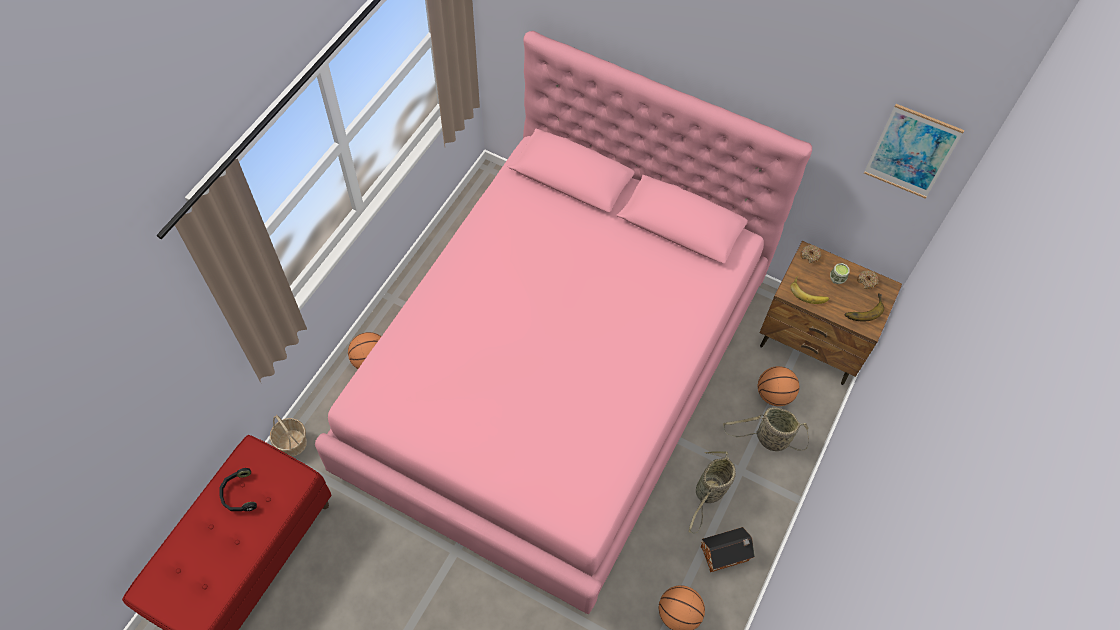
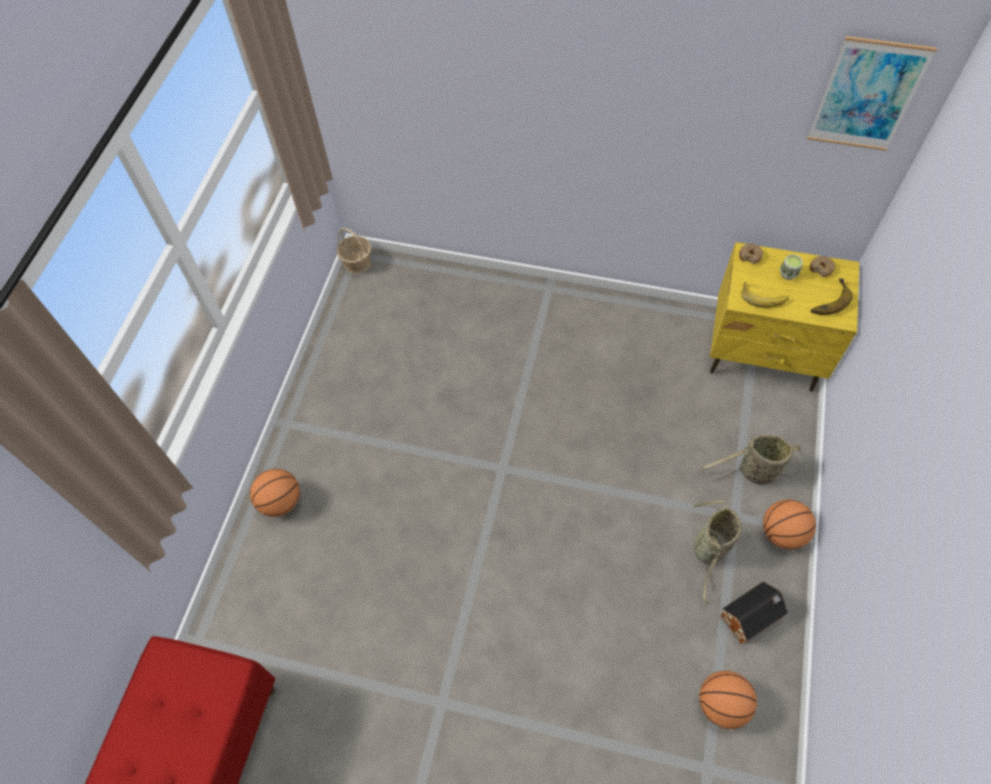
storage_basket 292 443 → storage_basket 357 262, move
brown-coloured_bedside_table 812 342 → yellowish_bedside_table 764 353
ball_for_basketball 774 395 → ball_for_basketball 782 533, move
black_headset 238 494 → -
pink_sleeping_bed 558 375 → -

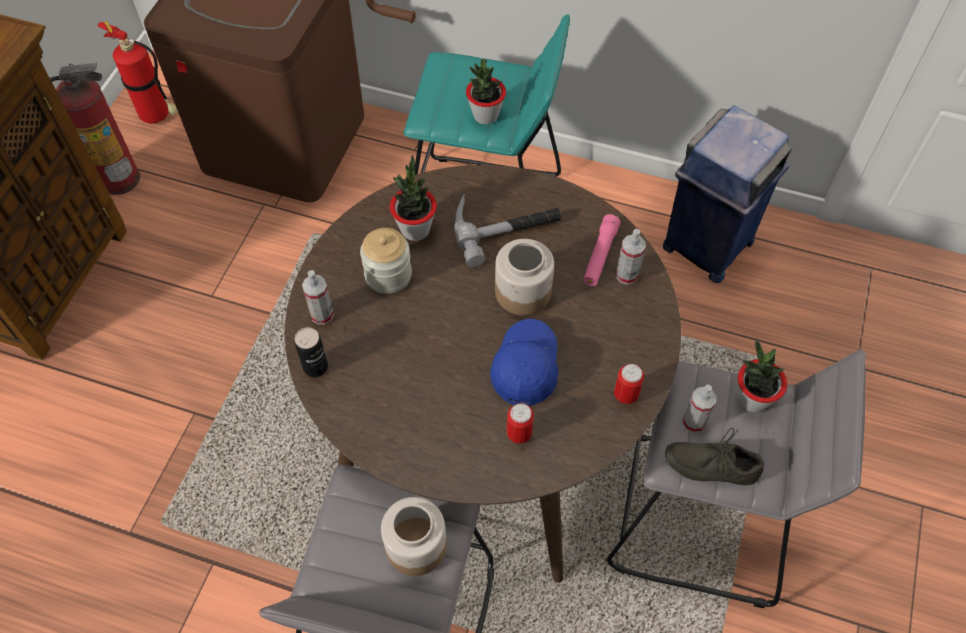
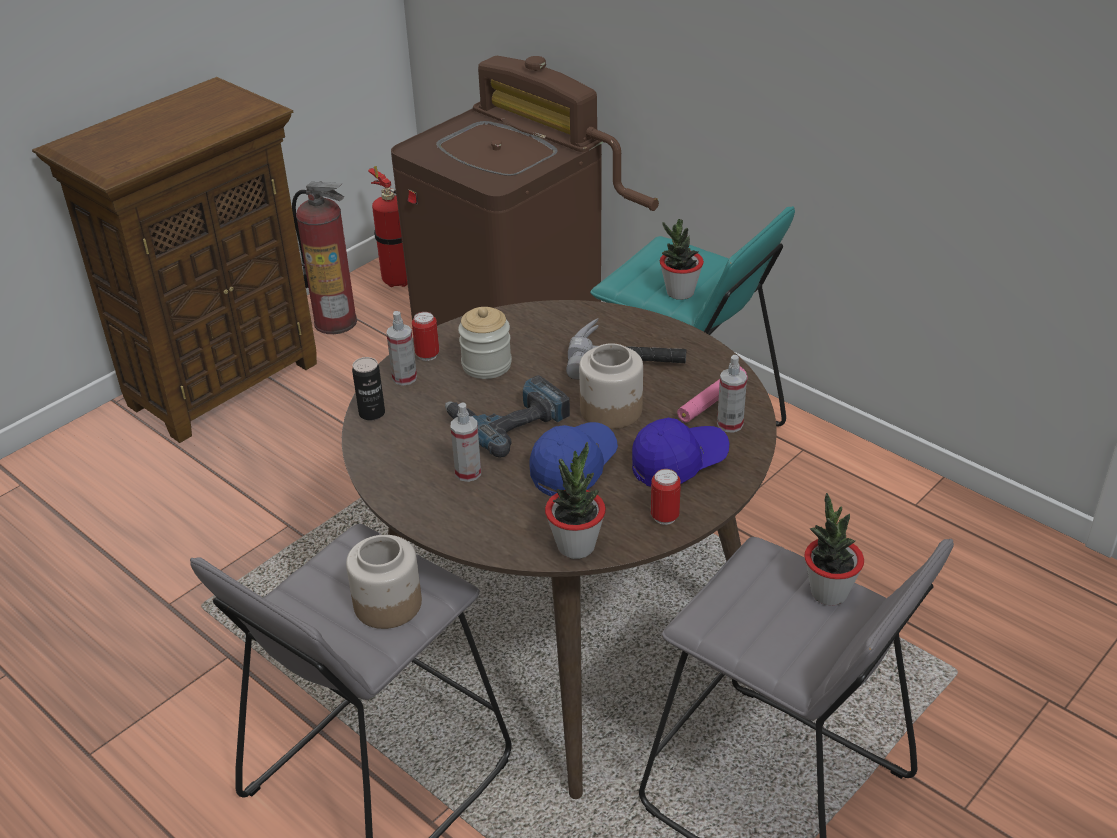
metal_can 519 434 → metal_can 427 355, move
- → electric_drill 508 421
sprayer 693 422 → sprayer 468 473, move
potted_plant 415 229 → potted_plant 576 546, move
- → blue_baseball_cap 678 463
blue_waste_bin 706 245 → -
grey_low_shoe 711 463 → -

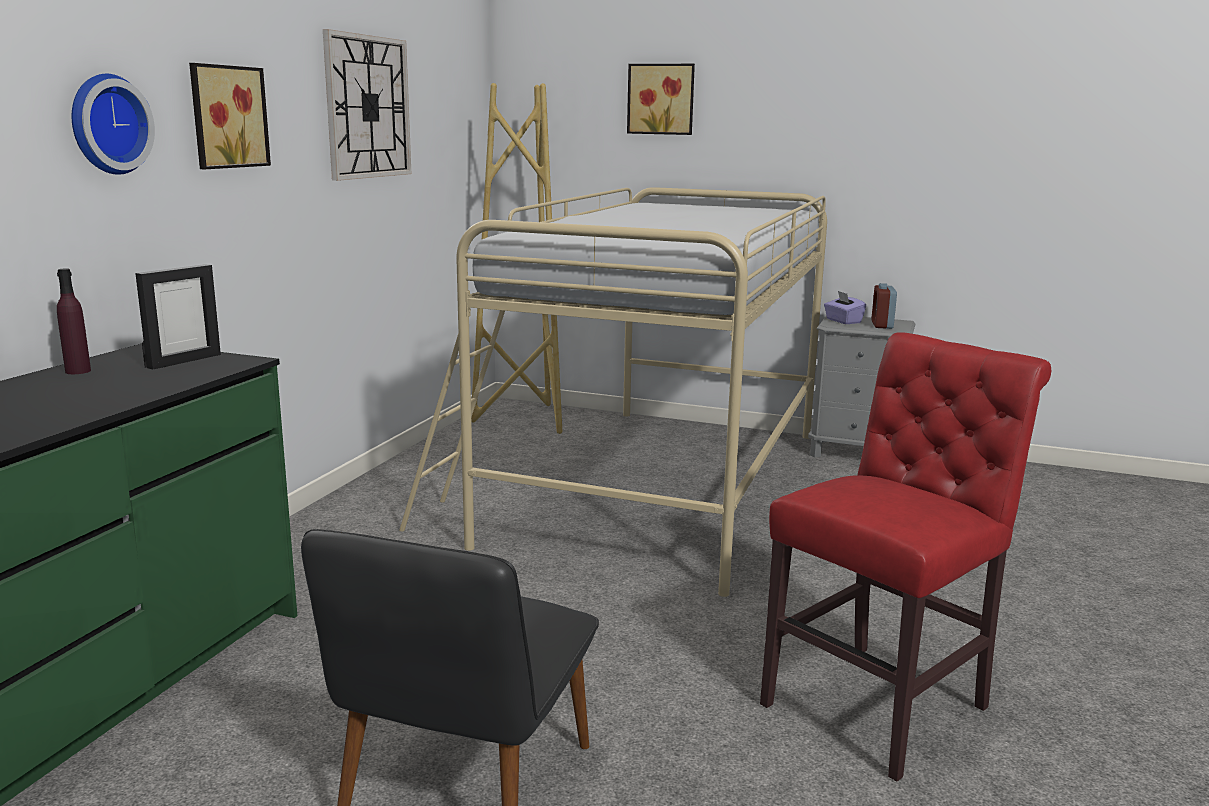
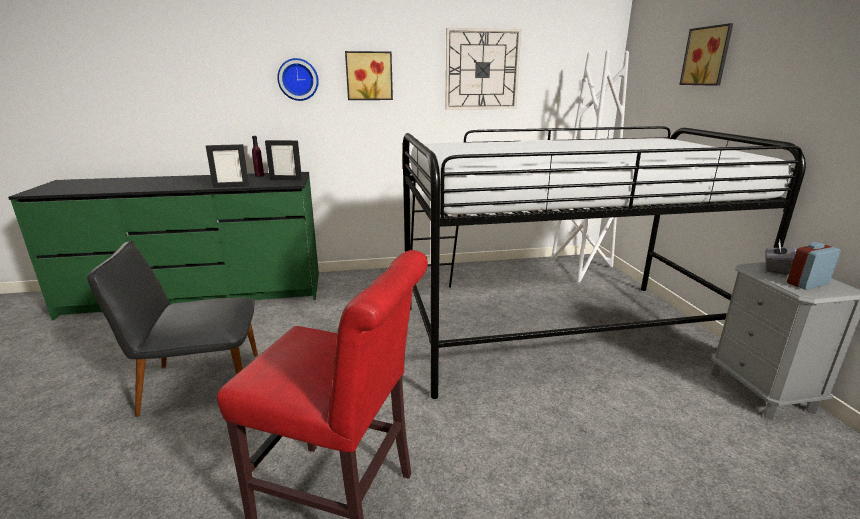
- → photo_frame 231 186
beige-coloured_sleeping_bed 657 486 → black_sleeping_bed 554 331
yellowish_garment_stand 527 420 → white-coloured_garment_stand 580 270
purplish_box_of_tissues 843 321 → grey_box_of_tissues 775 269

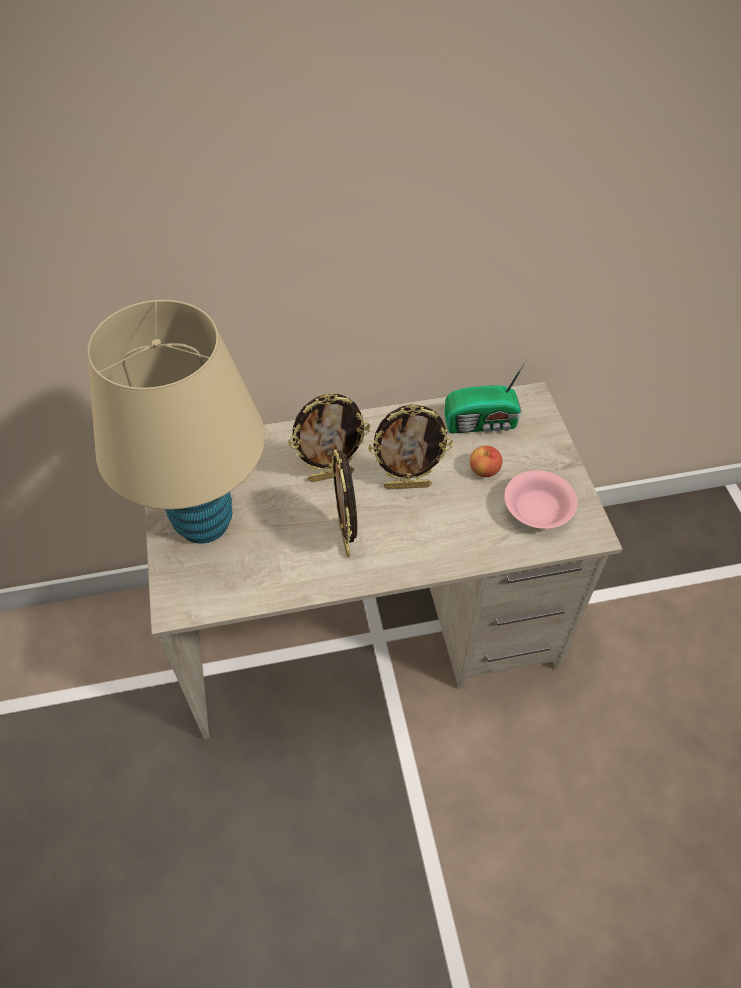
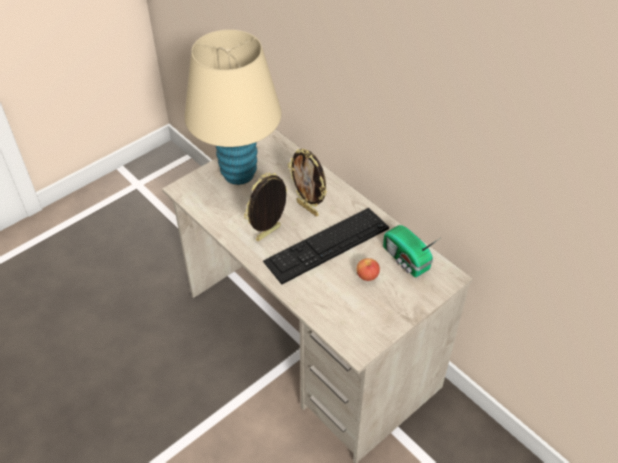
photo_frame 407 485 → keyboard 327 244
pink_deep_dish 538 510 → -

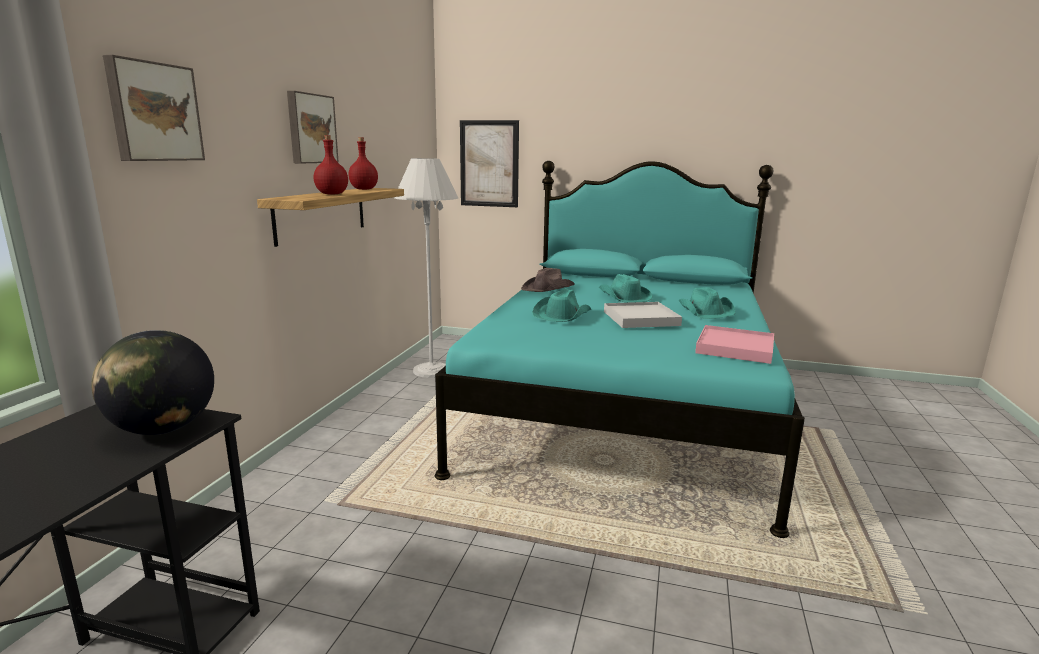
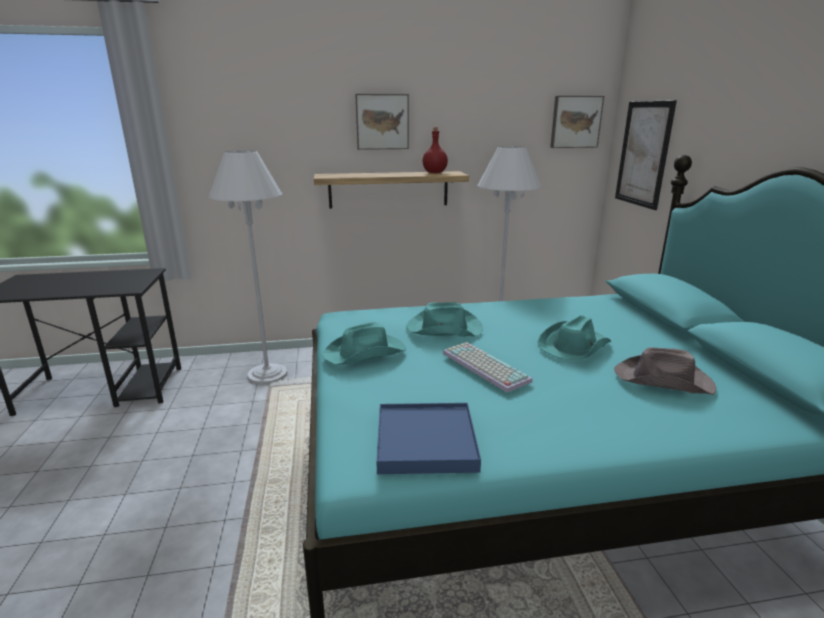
- → white-coloured_floor_lamp 267 374
blue-green_wearable_hat 706 311 → blue-green_wearable_hat 365 353, move
pink_carrying_tray 734 348 → blue_carrying_tray 426 441
white-coloured_carrying_tray 640 318 → keyboard 482 367
wall_picture 154 112 → wall_picture 575 122, move
brown-coloured_wearable_hat 548 288 → brown-coloured_wearable_hat 664 380, move
world_globe 164 429 → -
reddish_drink_bottle 331 194 → -

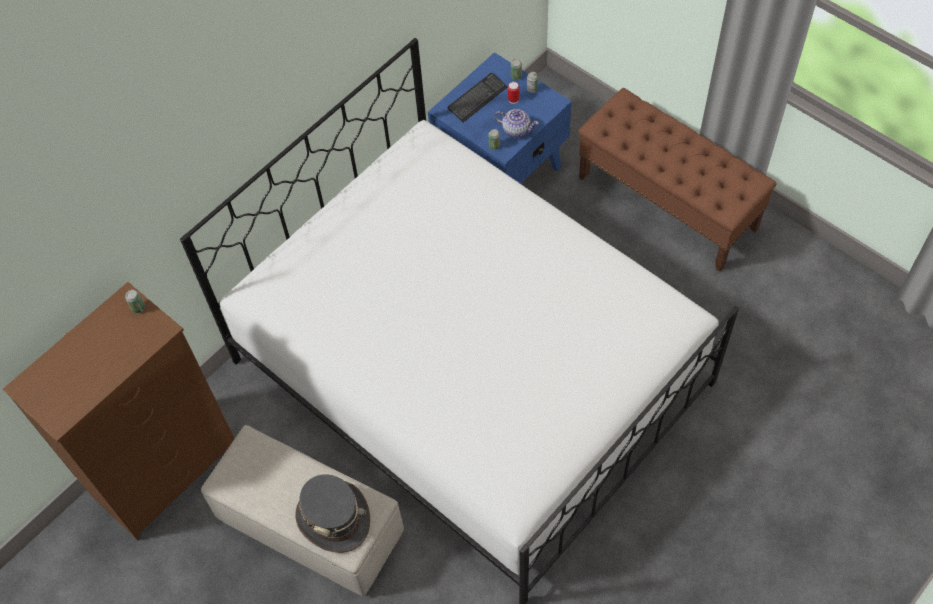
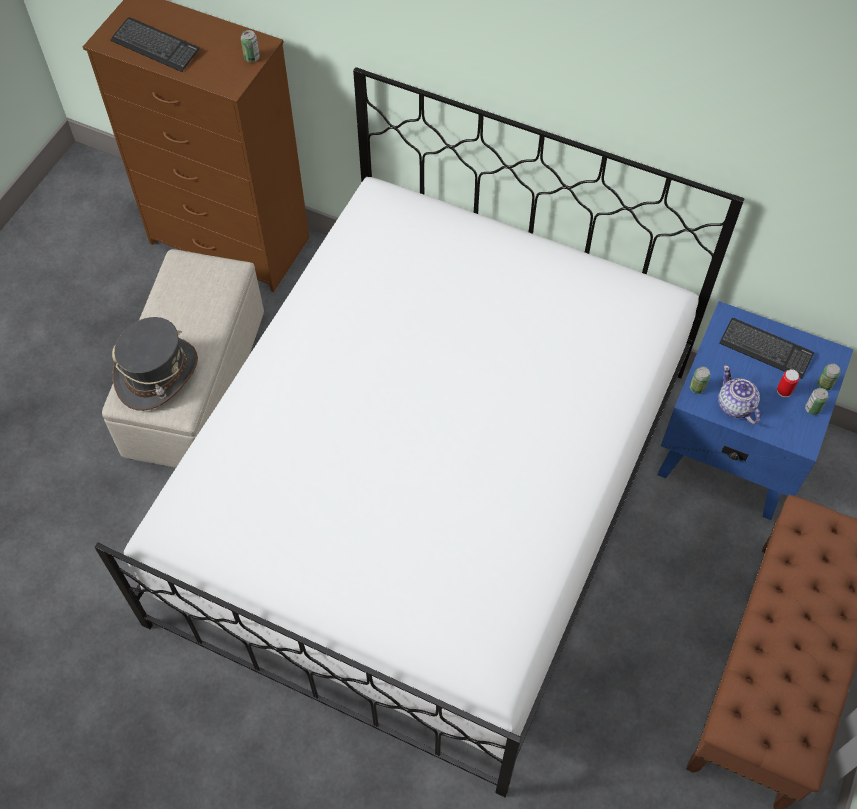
- → keyboard 155 46
pot_for_tea 516 129 → pot_for_tea 735 406, 150 degrees clockwise

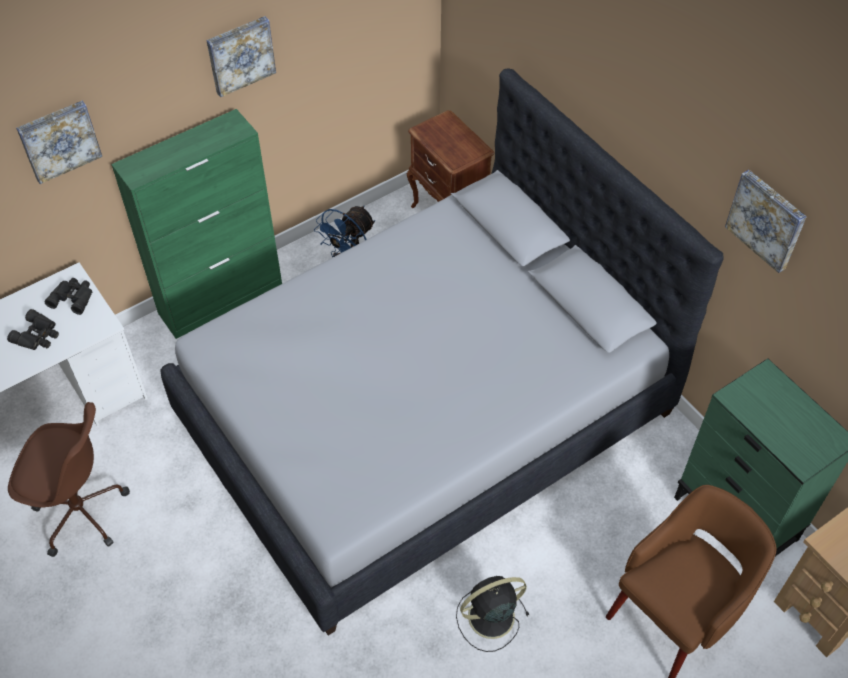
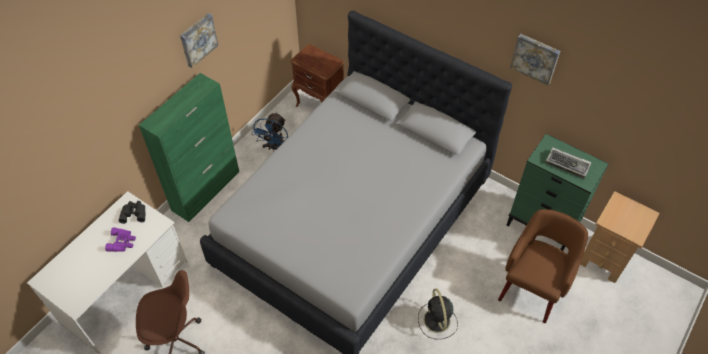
black_pair_of_binoculars 38 335 → purplish_pair_of_binoculars 122 242
black_fan 489 617 → black_fan 437 321, 60 degrees counterclockwise
- → keyboard 568 164
wall_picture 59 140 → -

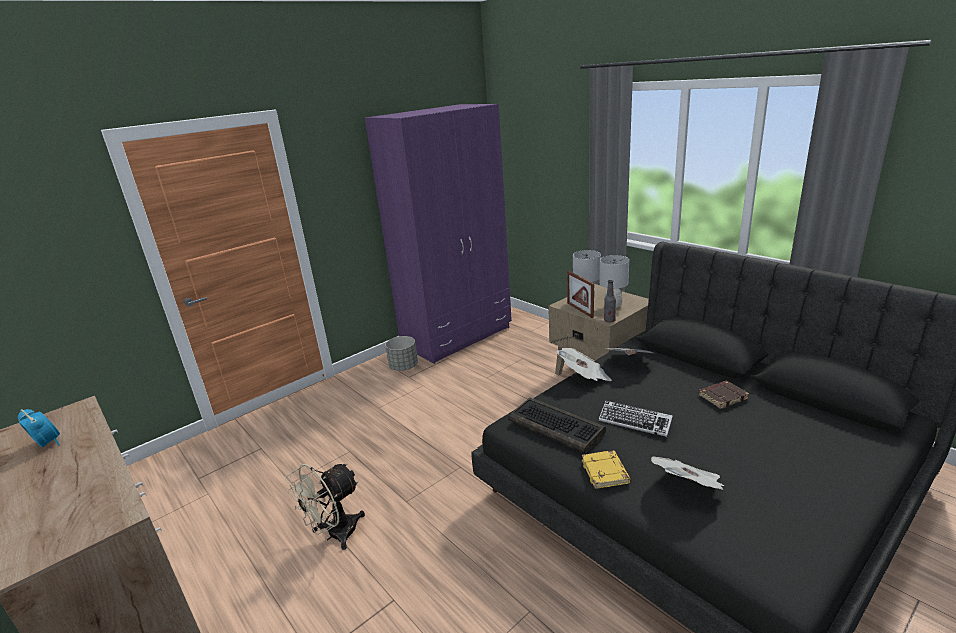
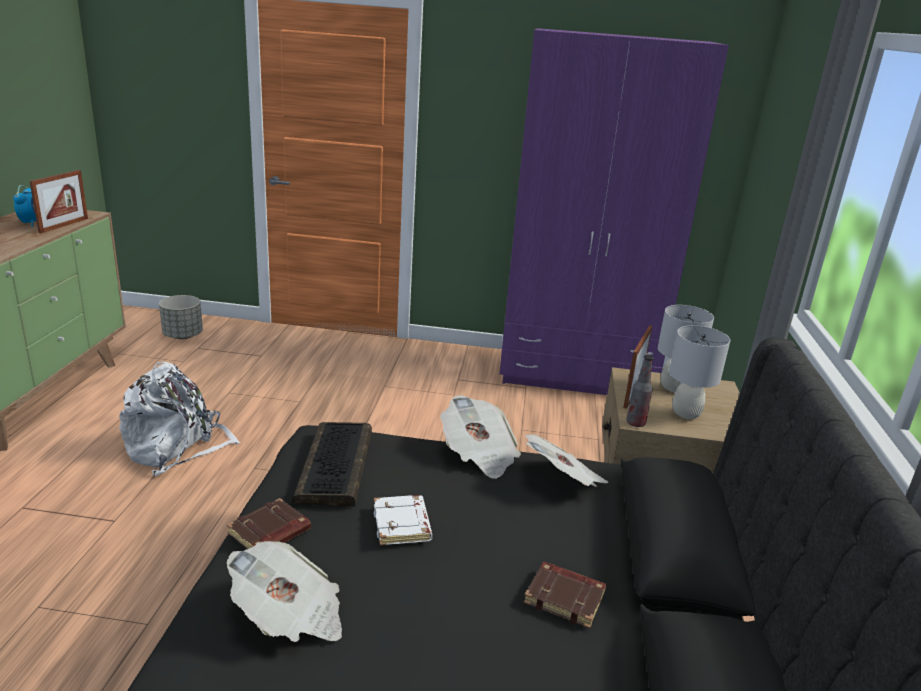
- → photo_frame 64 225
beige-coloured_fan 335 535 → white-coloured_knapsack 177 448
grey_flower_pot 404 367 → grey_flower_pot 183 335, move
yellowish_bound_book 605 472 → brown-coloured_bound_book 269 533
keyboard 634 422 → white-coloured_bound_book 403 525

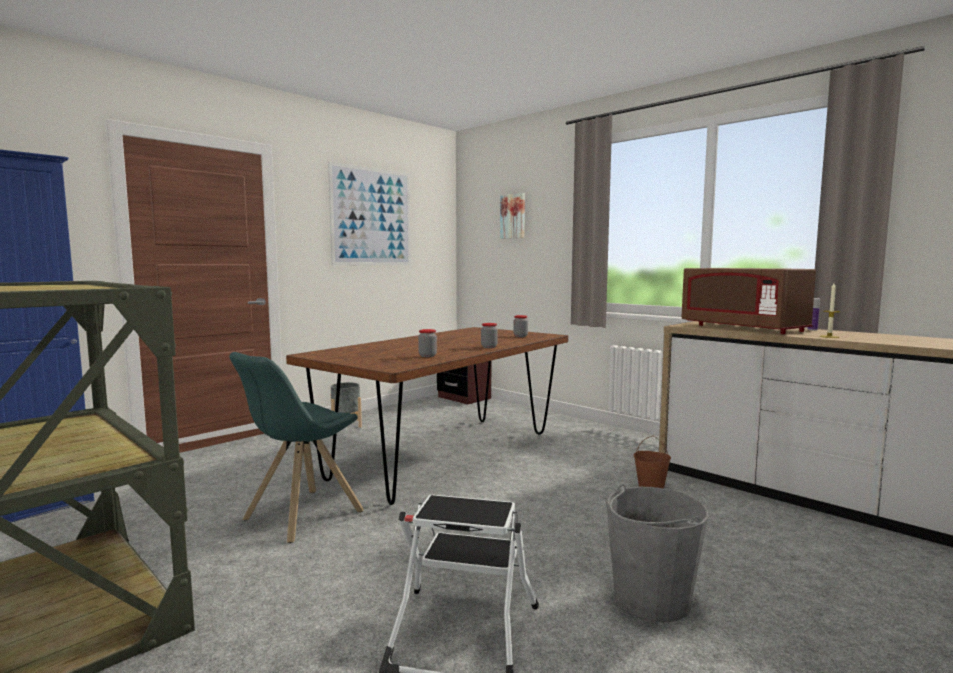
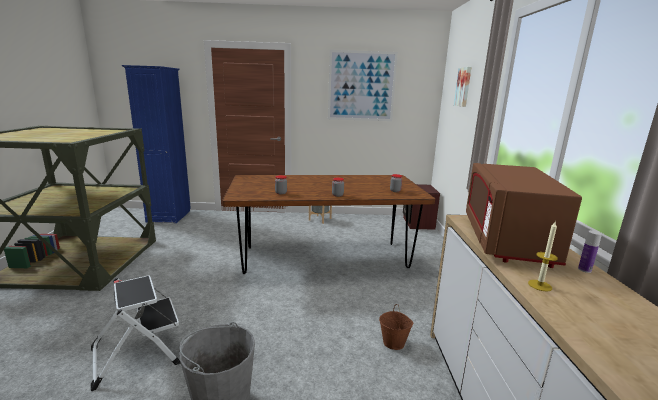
blue-green_chair 302 515 → -

